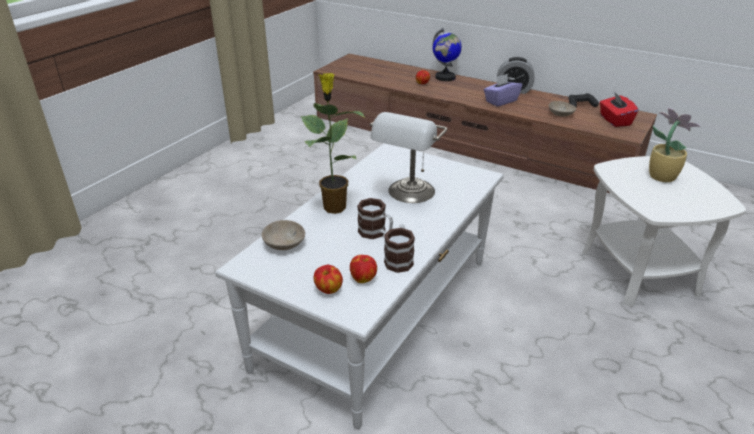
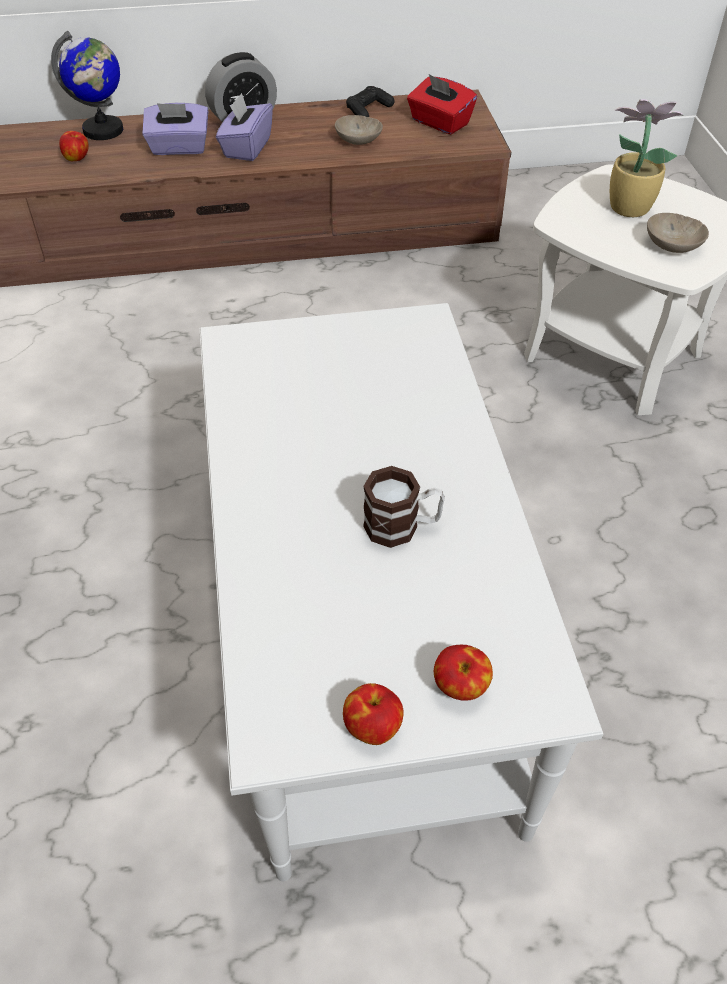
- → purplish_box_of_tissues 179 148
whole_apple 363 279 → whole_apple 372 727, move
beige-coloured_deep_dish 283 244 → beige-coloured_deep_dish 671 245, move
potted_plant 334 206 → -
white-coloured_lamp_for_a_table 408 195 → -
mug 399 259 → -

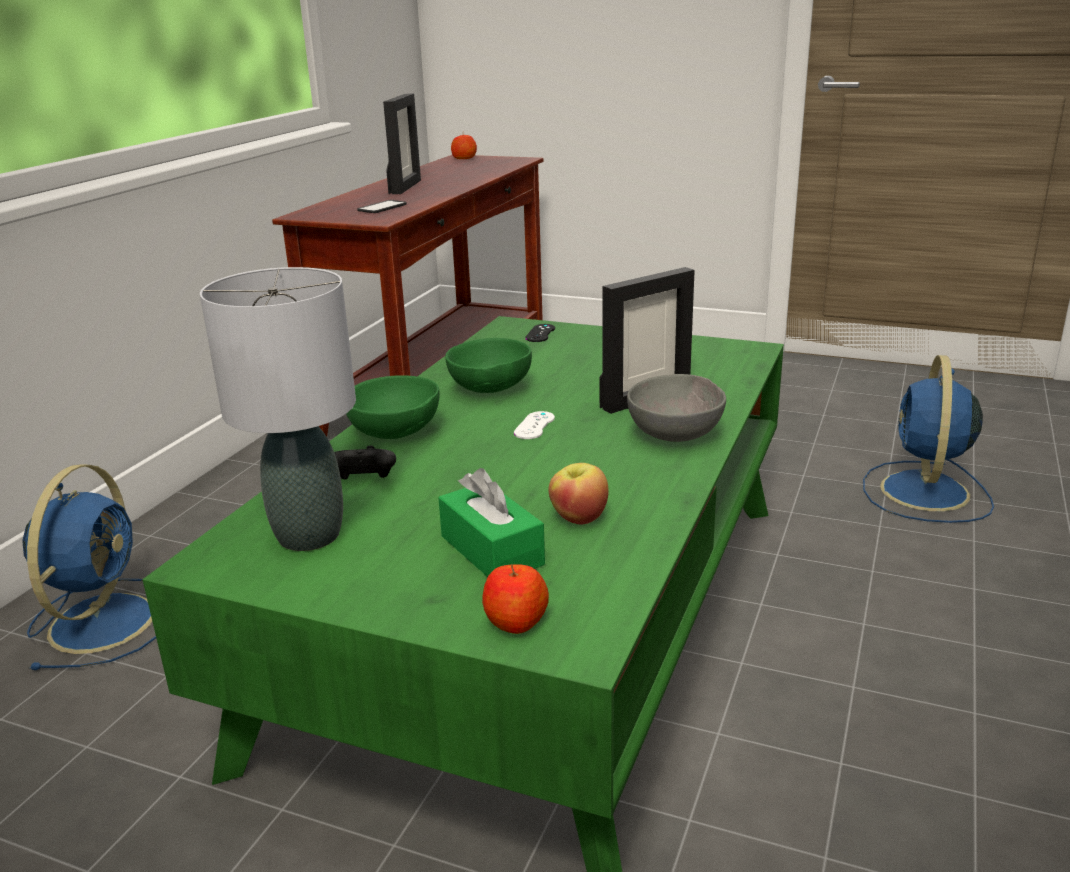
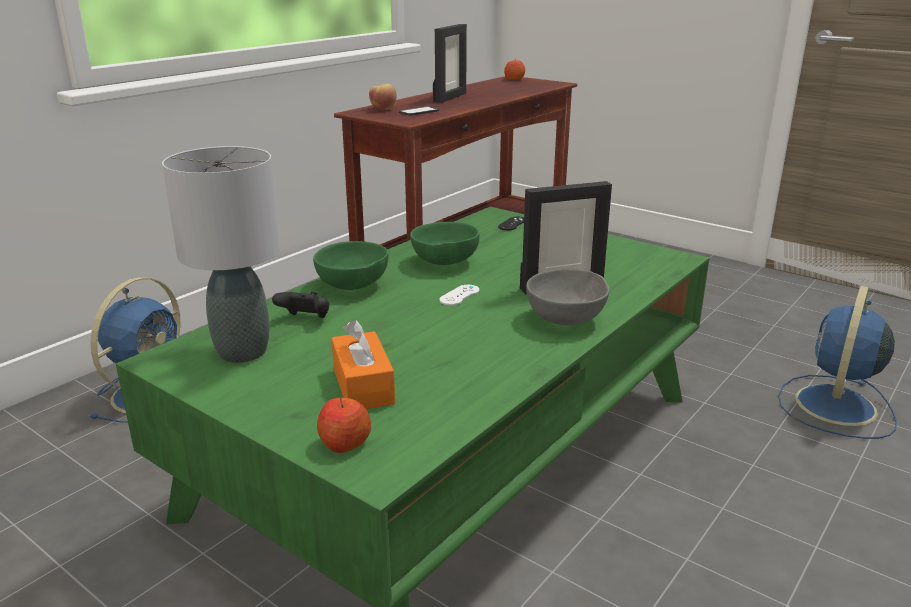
green_box_of_tissues 492 550 → orange-coloured_box_of_tissues 363 386
whole_apple 578 517 → whole_apple 383 109, move

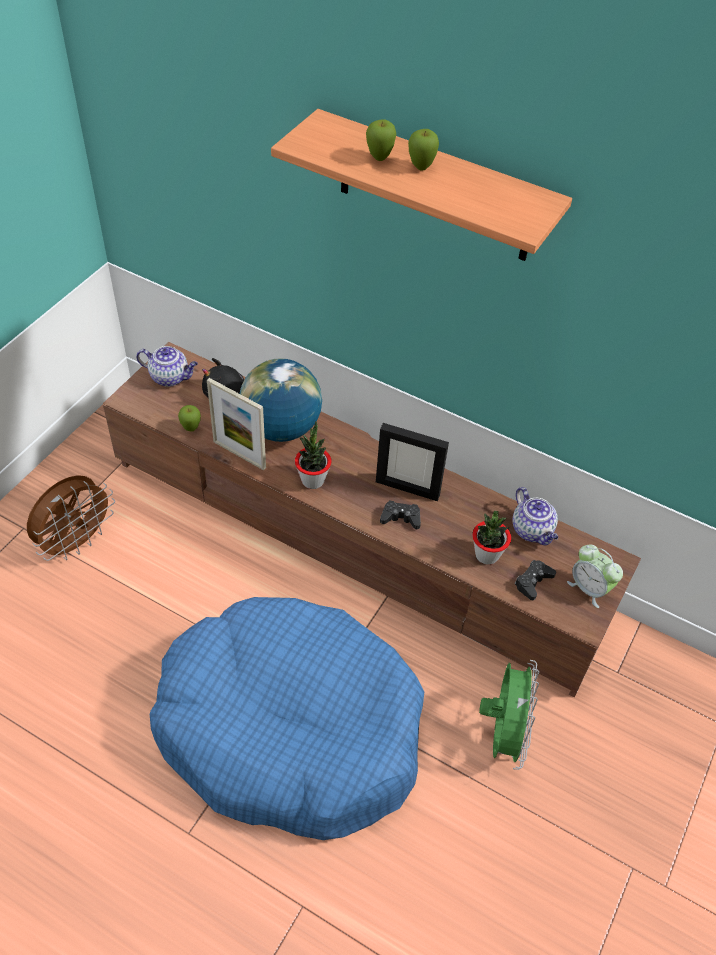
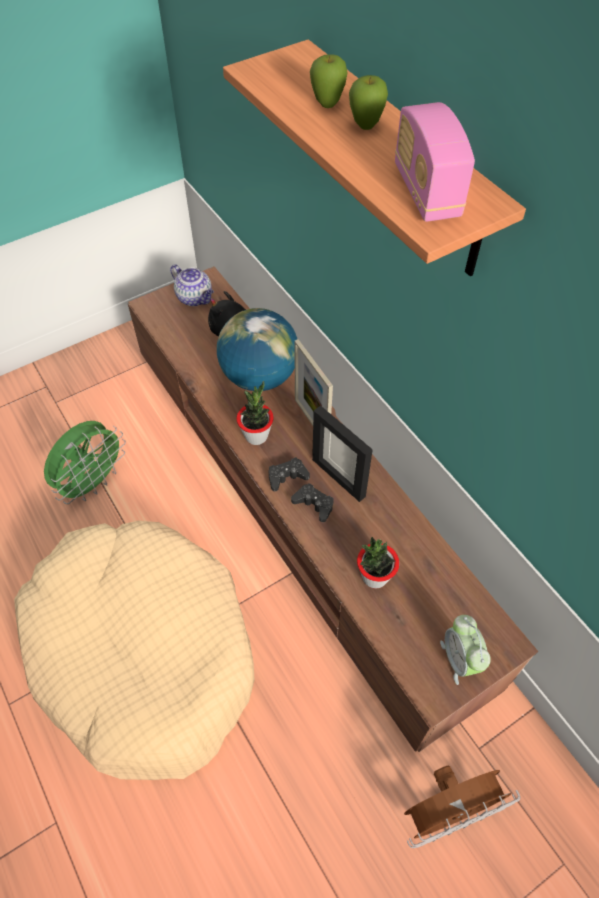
blue_pet_bed 290 729 → beige-coloured_pet_bed 142 653
green_fan 503 734 → green_fan 93 482, move
black_joypad 533 582 → black_joypad 287 476, move
photo_frame 239 454 → photo_frame 311 421, move
- → radio_set 426 192
brown-coloured_fan 77 542 → brown-coloured_fan 447 812, move
whole_apple 191 429 → -
pot_for_tea 533 531 → -

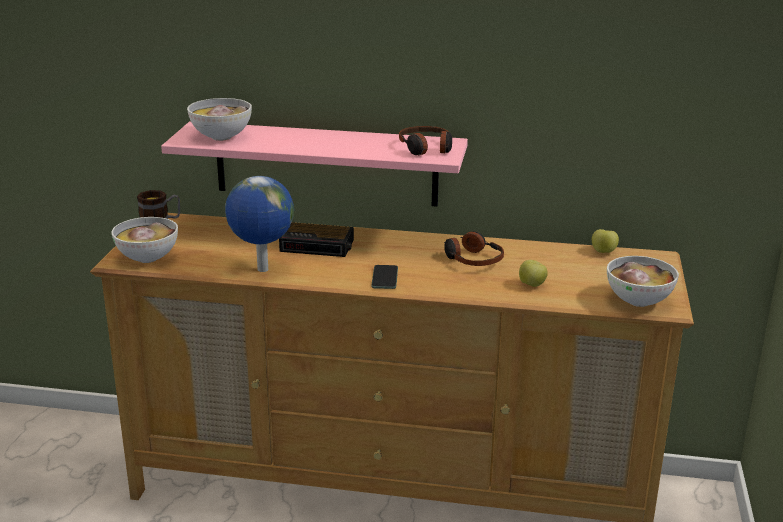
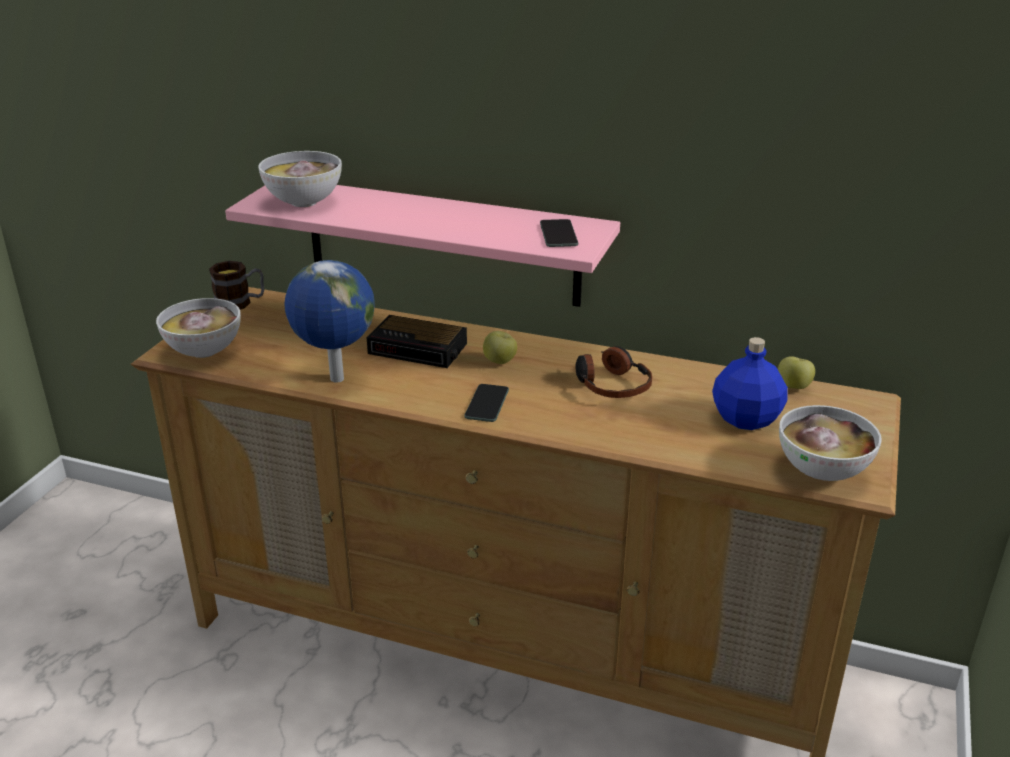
whole_apple 532 285 → whole_apple 500 362, move
headset 426 148 → phone 558 234
- → blue_drink_bottle 746 418

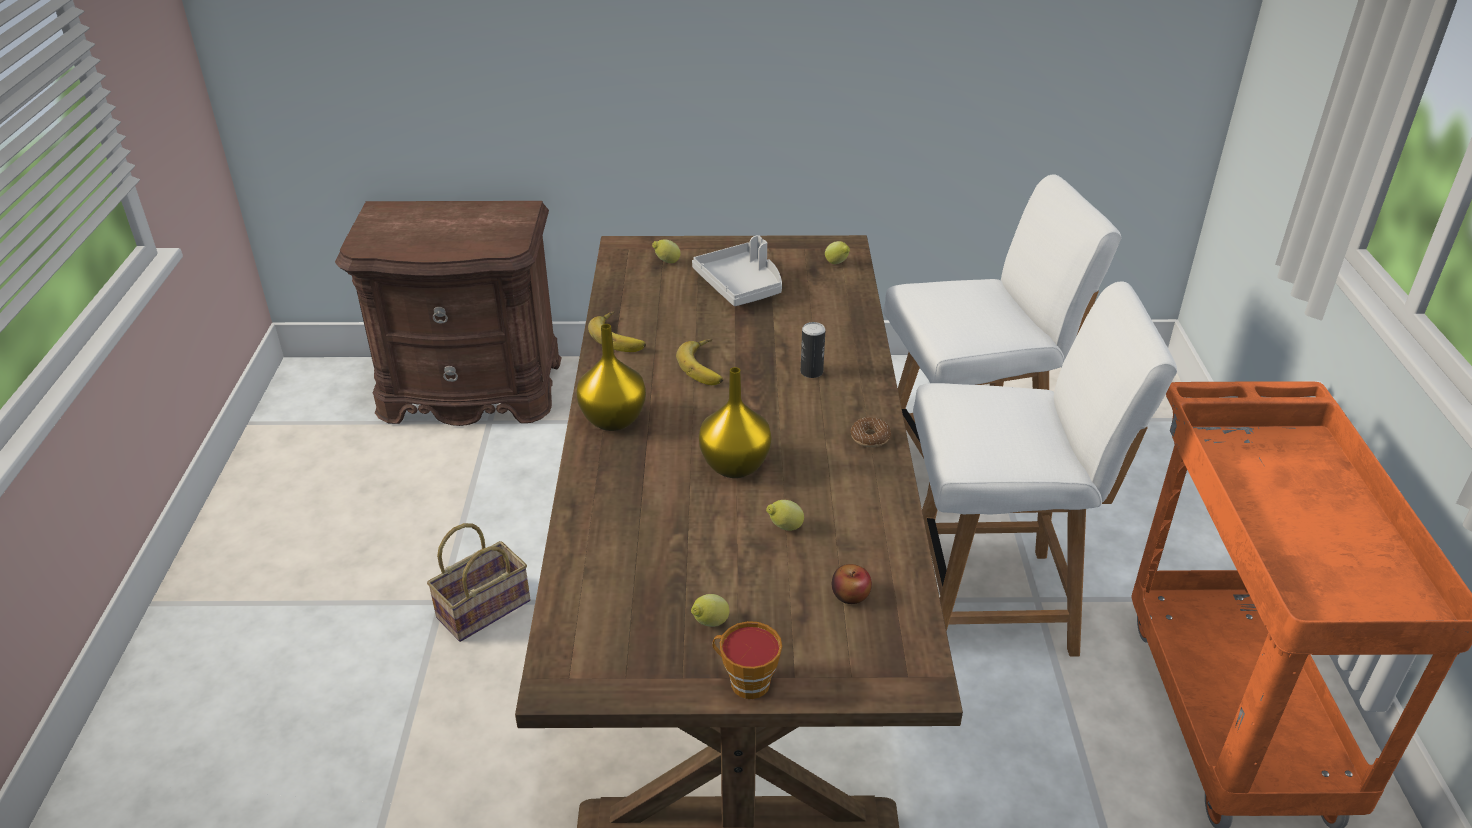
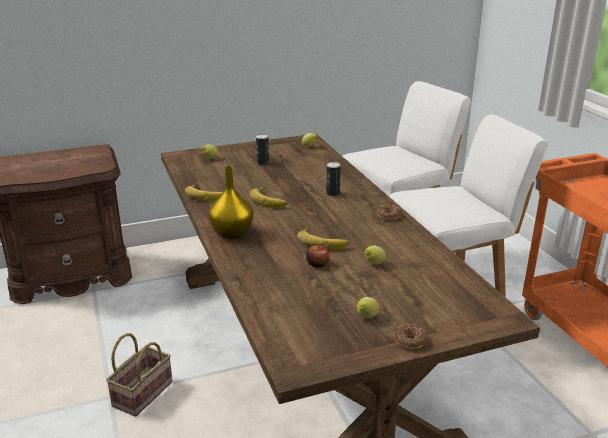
grey_carrying_tray 741 285 → metal_can 262 163
yellowish_decorative_vase 736 466 → whole_banana 323 241
whole_apple 850 595 → whole_apple 317 264, move
cup 745 682 → donut 410 341

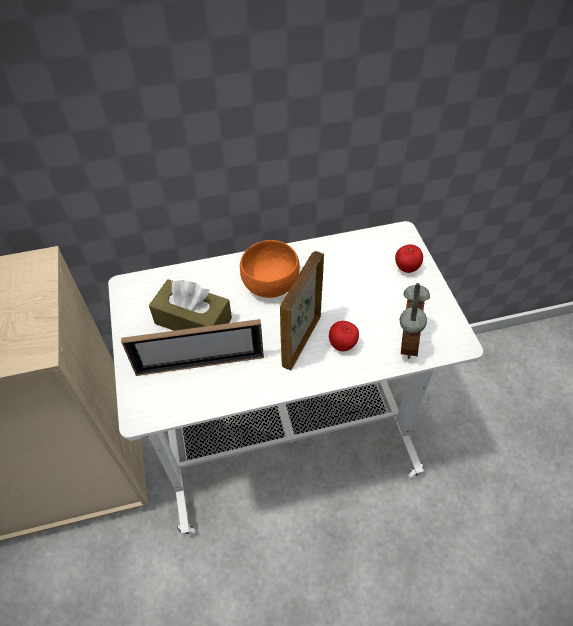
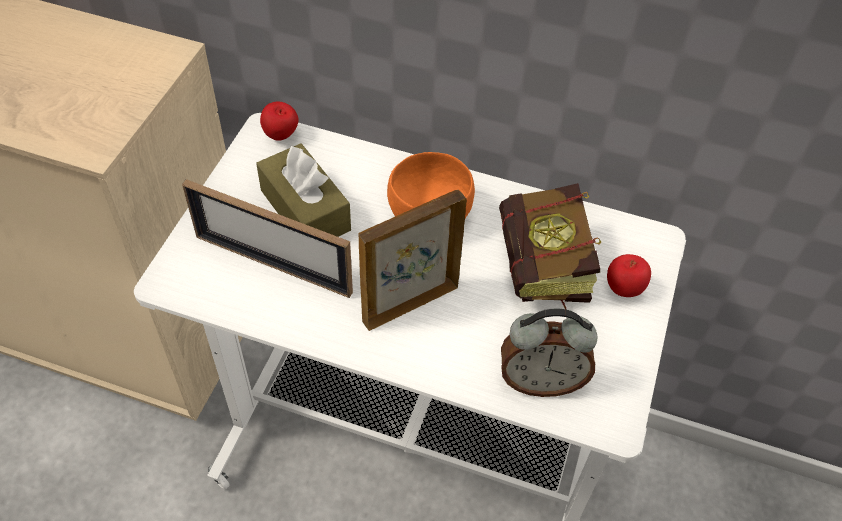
whole_apple 342 345 → whole_apple 281 136, move
- → bound_book 544 278
alarm_clock 405 342 → alarm_clock 540 380, 45 degrees clockwise

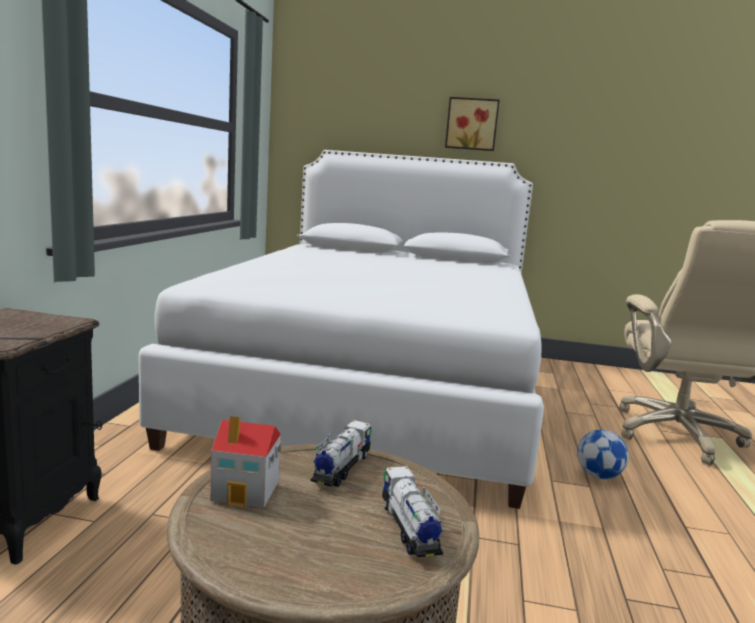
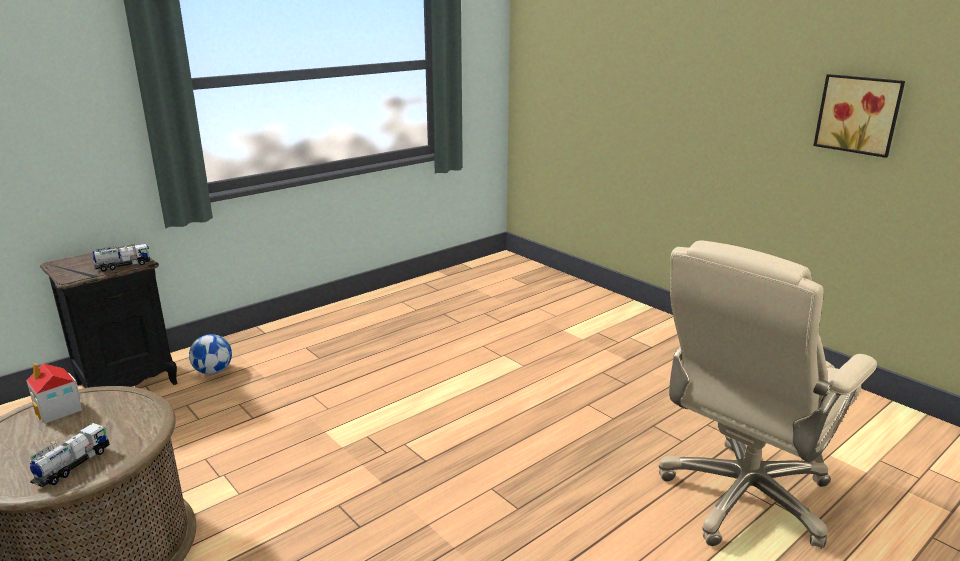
model_truck 341 468 → model_truck 123 266, move
football 599 476 → football 213 371, move
wall_picture 472 124 → wall_picture 859 114, move
white-coloured_sleeping_bed 374 389 → -

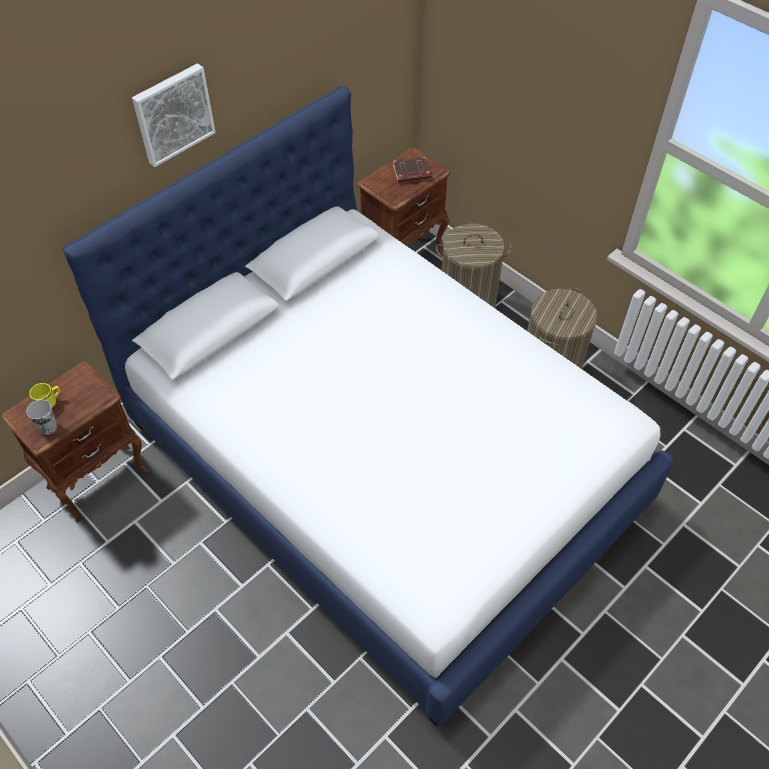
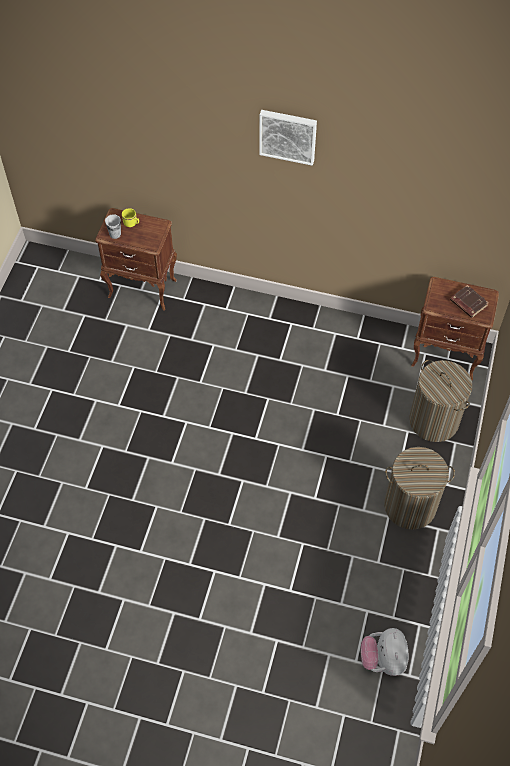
- → plush_toy 383 659
white-coloured_sleeping_bed 383 462 → -

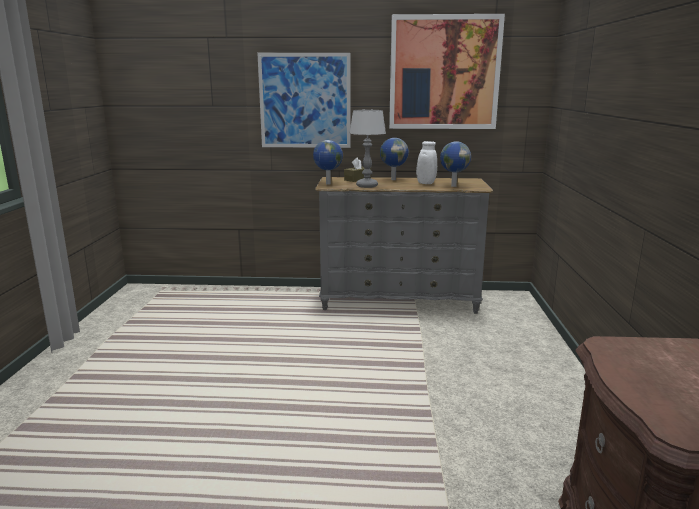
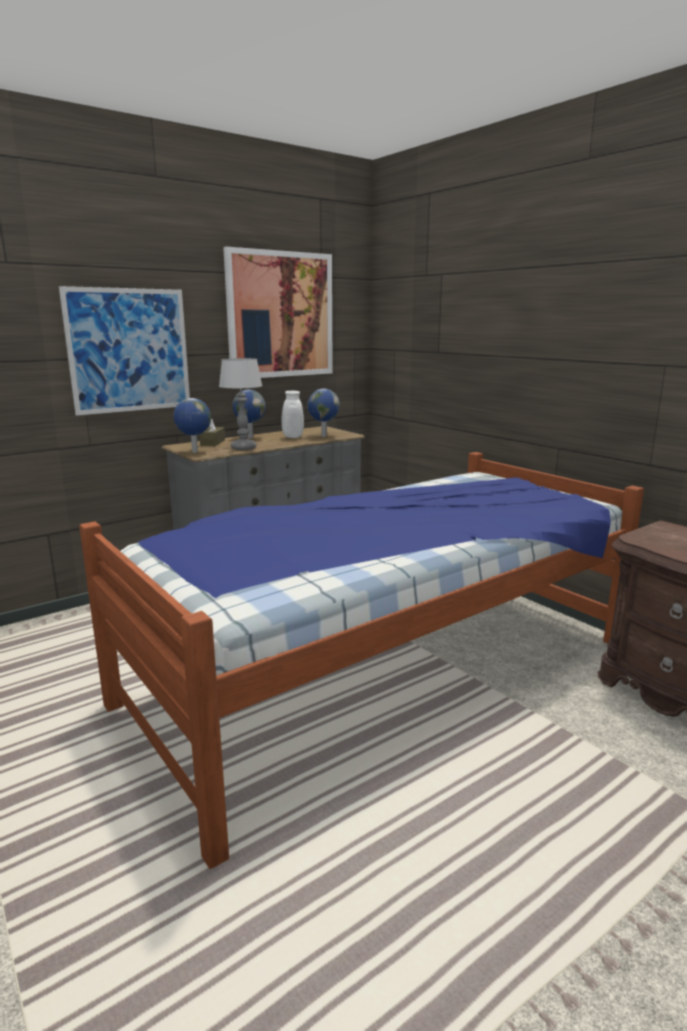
- → sleeping_bed 382 670

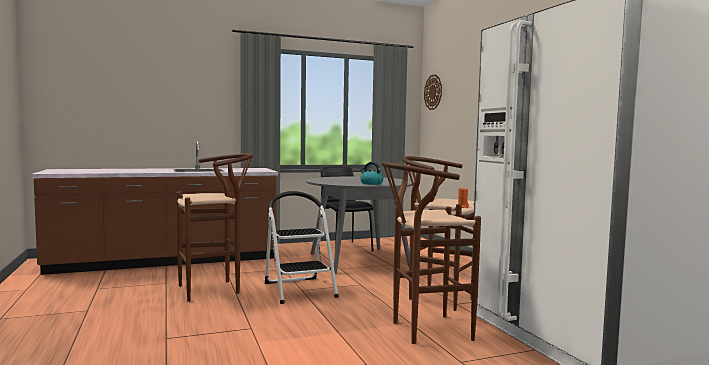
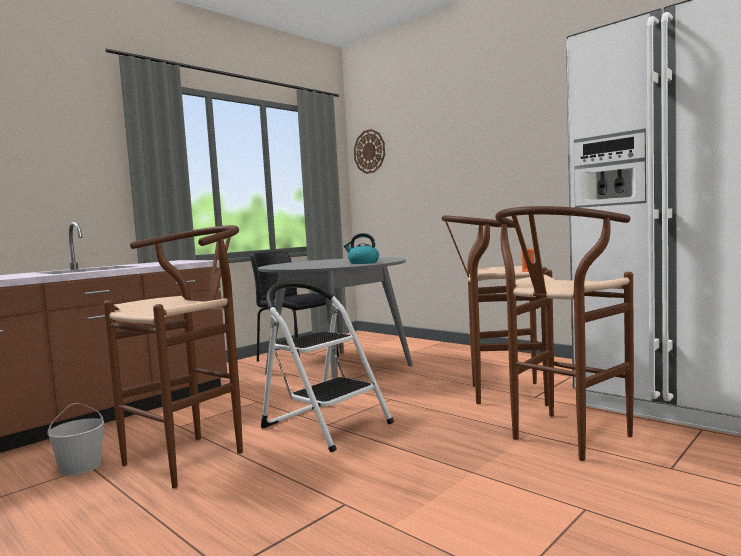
- → white-coloured_bucket 81 466

